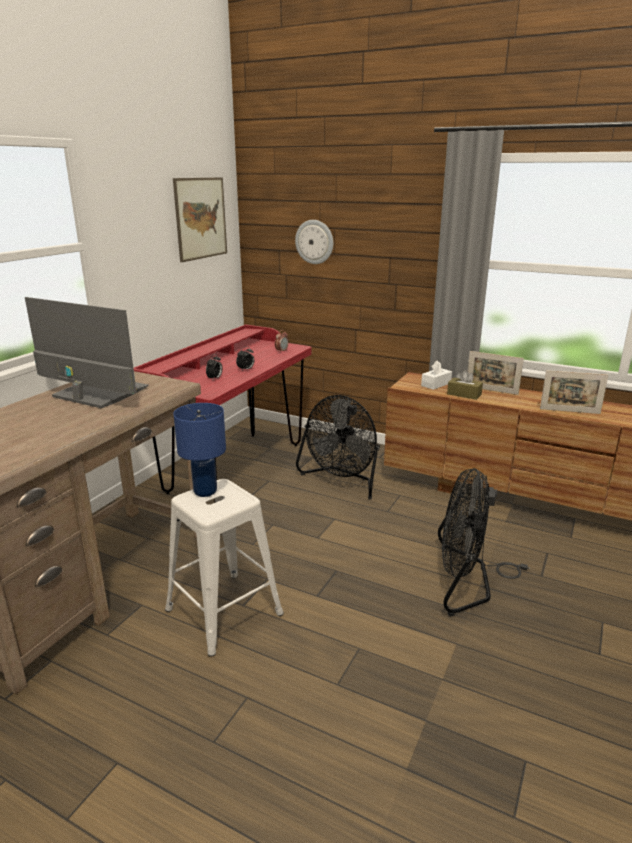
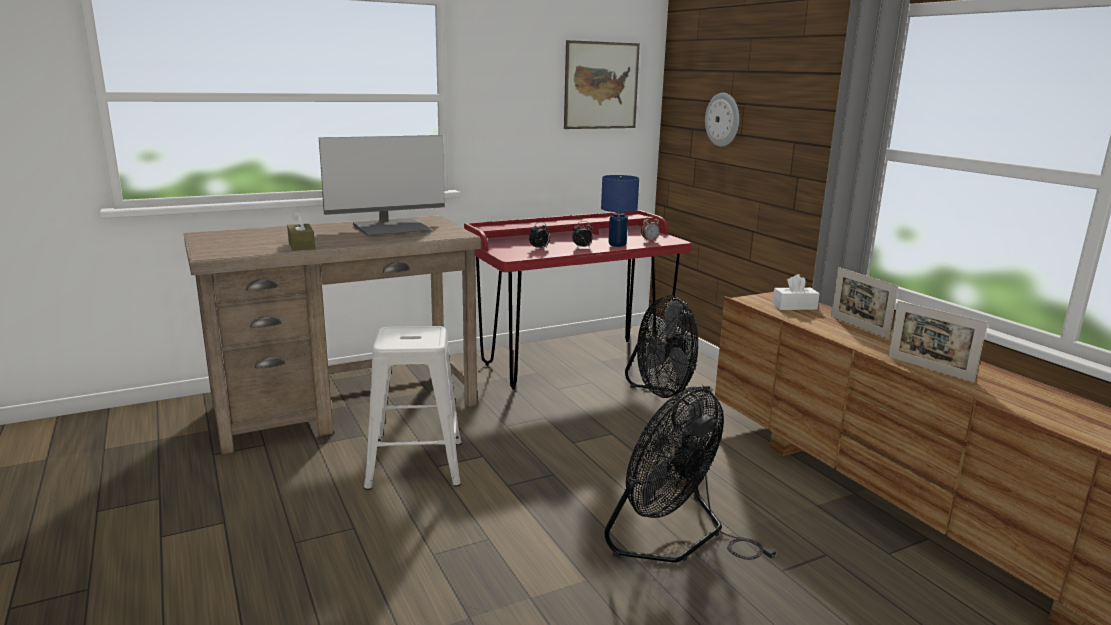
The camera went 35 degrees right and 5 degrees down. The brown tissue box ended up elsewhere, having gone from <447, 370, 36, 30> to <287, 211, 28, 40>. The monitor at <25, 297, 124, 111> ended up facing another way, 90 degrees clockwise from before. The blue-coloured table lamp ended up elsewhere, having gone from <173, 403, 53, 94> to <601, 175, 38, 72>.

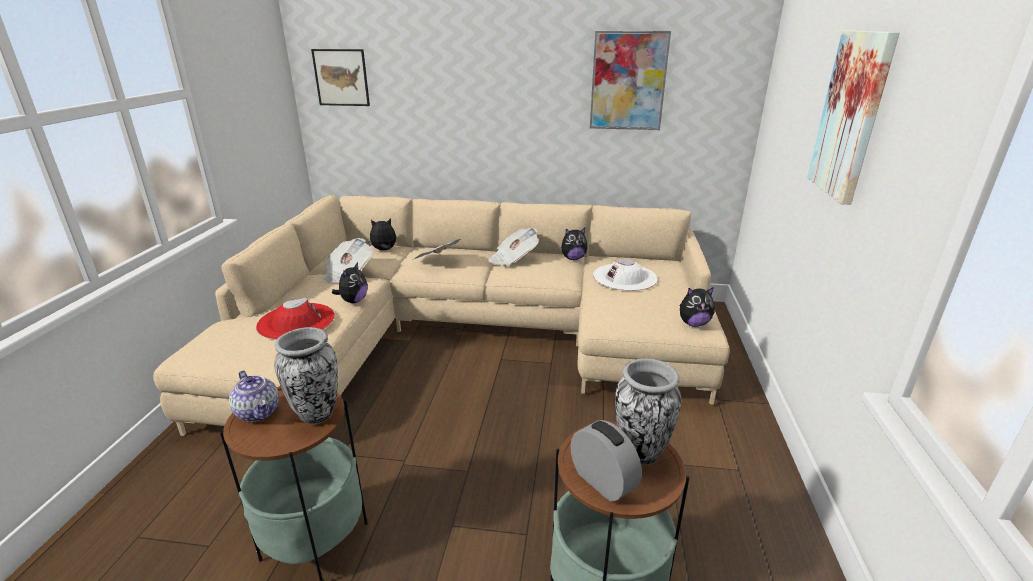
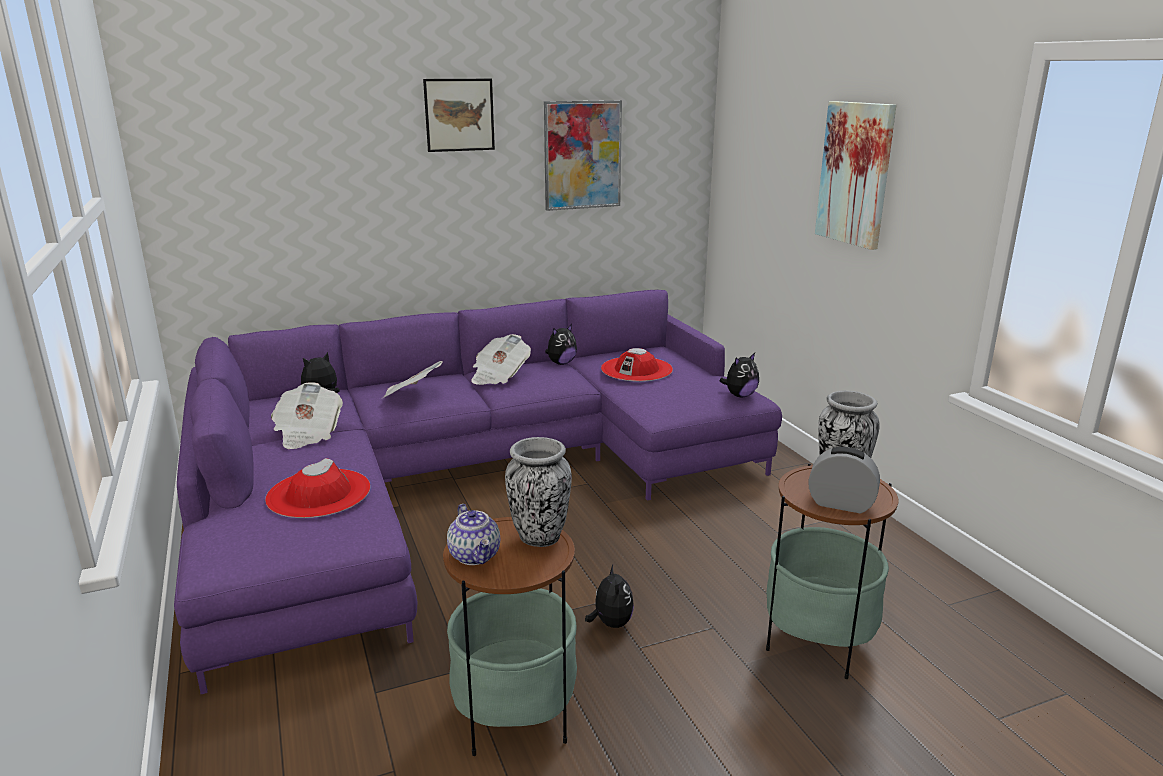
The camera went 30 degrees left and 5 degrees down. What was the beige-coloured sofa at <153, 195, 577, 241> turned into the purple-coloured sofa at <174, 290, 608, 404>. The wall art ended up elsewhere, having gone from <311, 49, 59, 57> to <423, 79, 72, 73>. The teapot at <229, 370, 50, 52> ended up facing another way, 45 degrees clockwise from before. The soft toy ended up elsewhere, having gone from <332, 262, 36, 41> to <585, 565, 49, 63>. What was the white hat at <593, 258, 65, 33> turned into the red hat at <601, 348, 72, 34>.

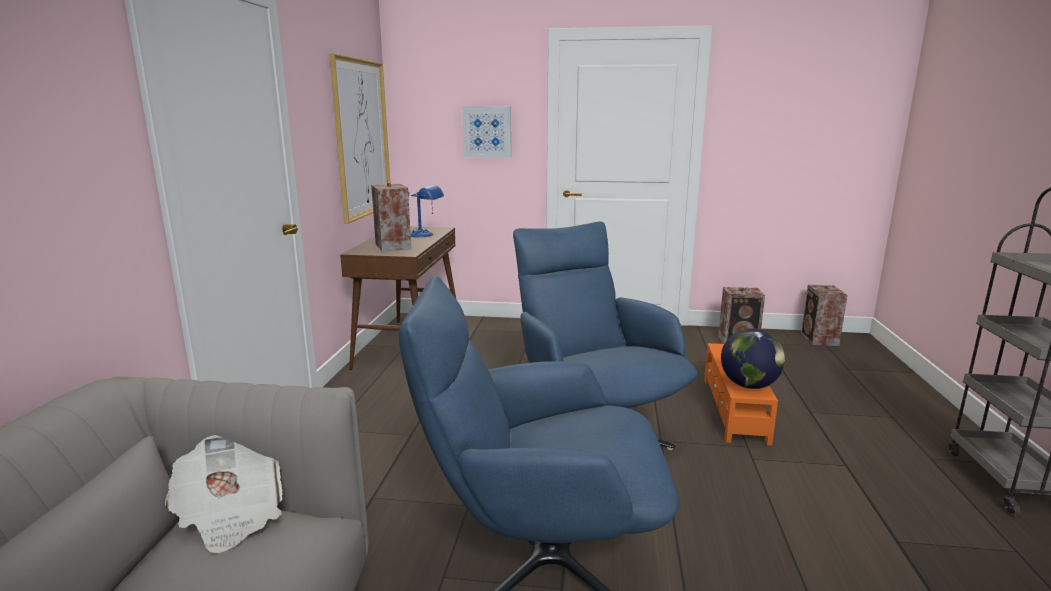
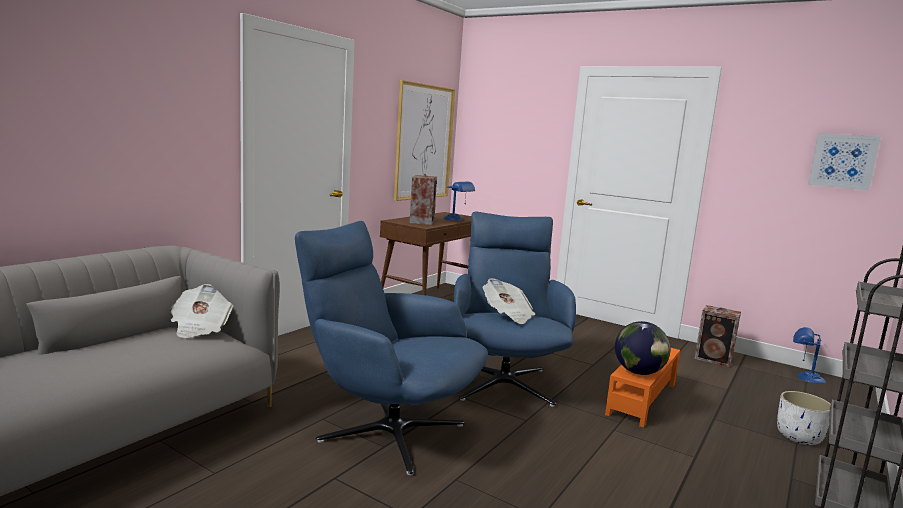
The camera went 25 degrees right and 5 degrees down. The second view gained the daily paper at <483, 278, 52, 46>. The second view gained the white flower pot at <777, 391, 54, 54>. Where the audio speaker stood at <801, 285, 47, 61>, the blue-coloured table lamp came to stand at <793, 327, 33, 57>. The wall art ended up elsewhere, having gone from <462, 107, 49, 50> to <808, 133, 73, 57>.

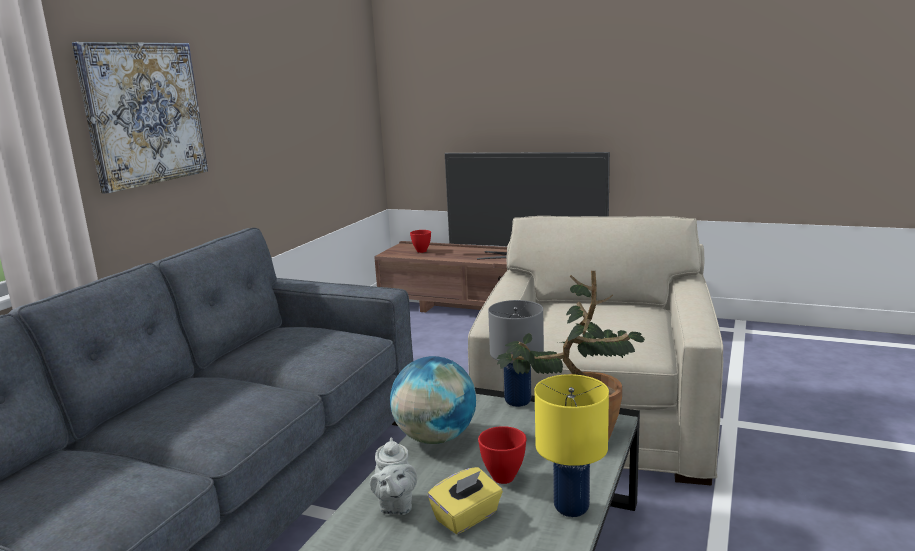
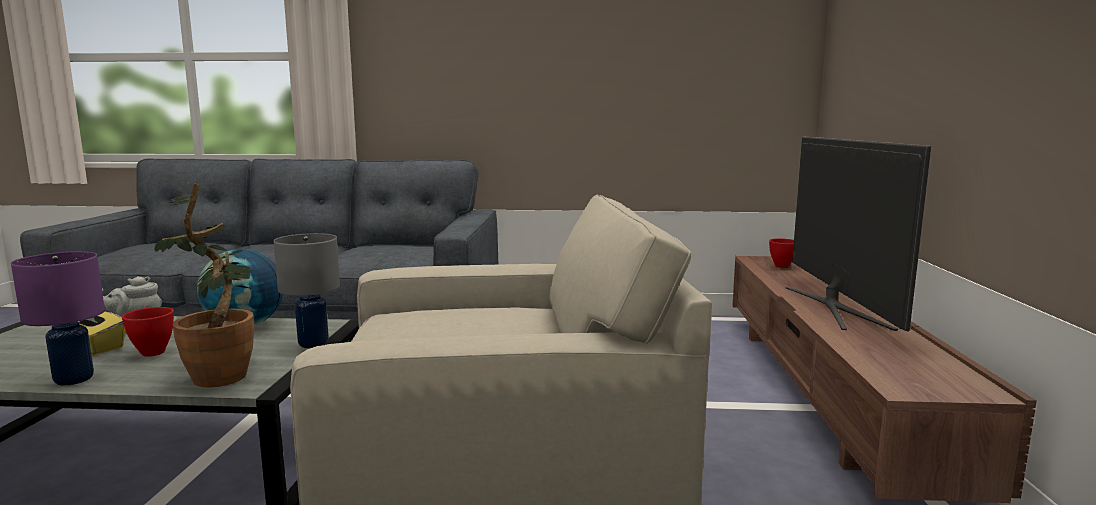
The camera went 70 degrees right and 5 degrees down. What was the yellow table lamp at <535, 374, 74, 143> turned into the purple-coloured table lamp at <11, 251, 94, 135>. The second view lost the wall art at <72, 42, 136, 151>.

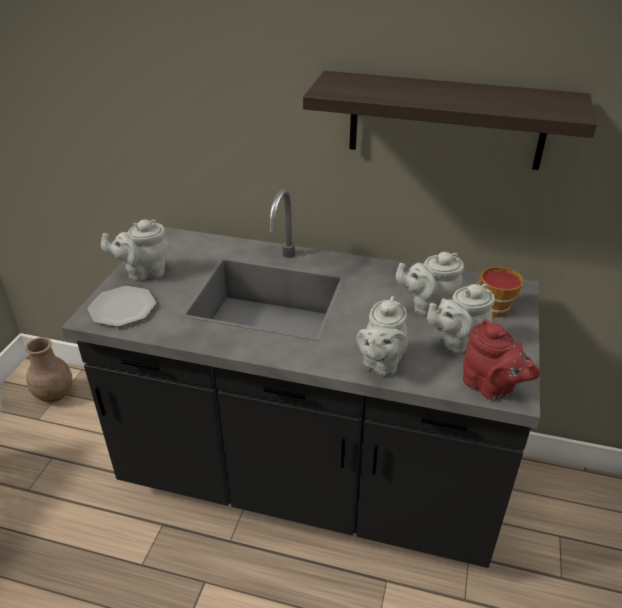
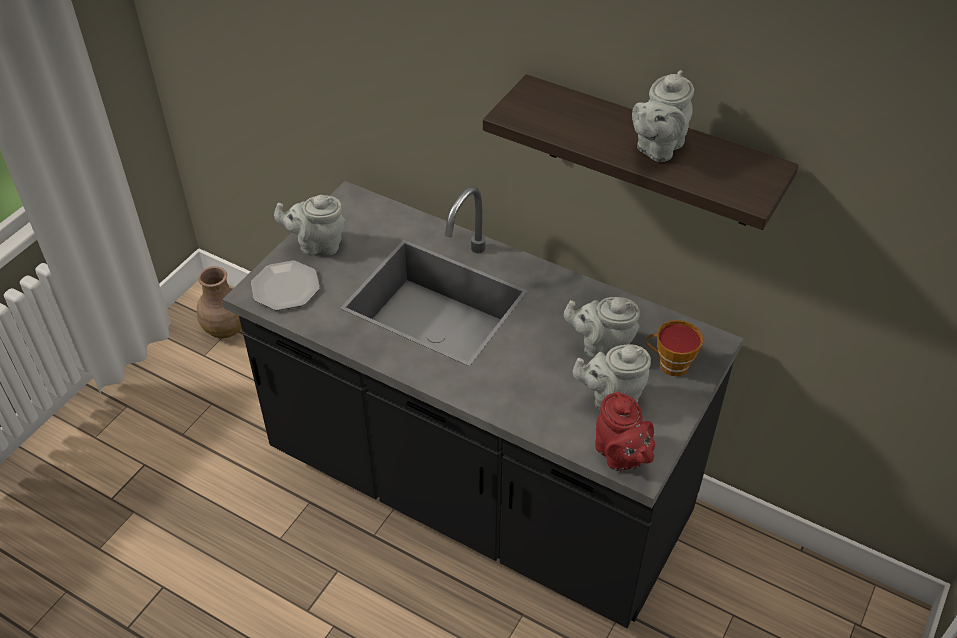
The camera went 15 degrees right and 10 degrees up. The greyish teapot ended up elsewhere, having gone from <357, 296, 51, 81> to <632, 70, 62, 92>.

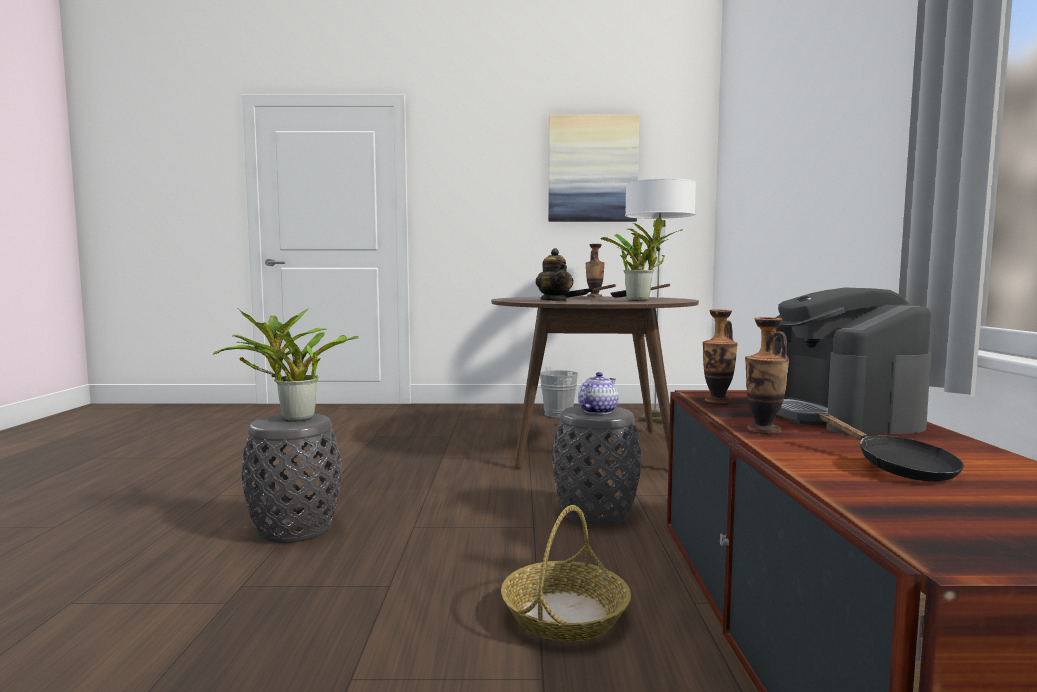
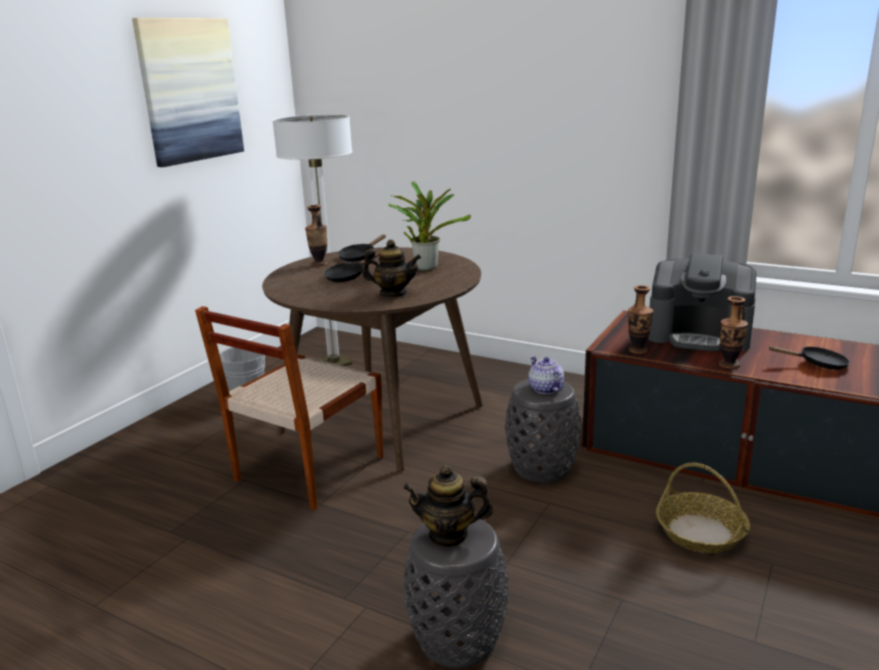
The camera went 60 degrees left and 15 degrees up. The second view gained the upright chair at <195, 306, 188, 204>. Where the plant in a pot stood at <213, 308, 146, 114>, the teapot came to stand at <403, 465, 90, 82>.

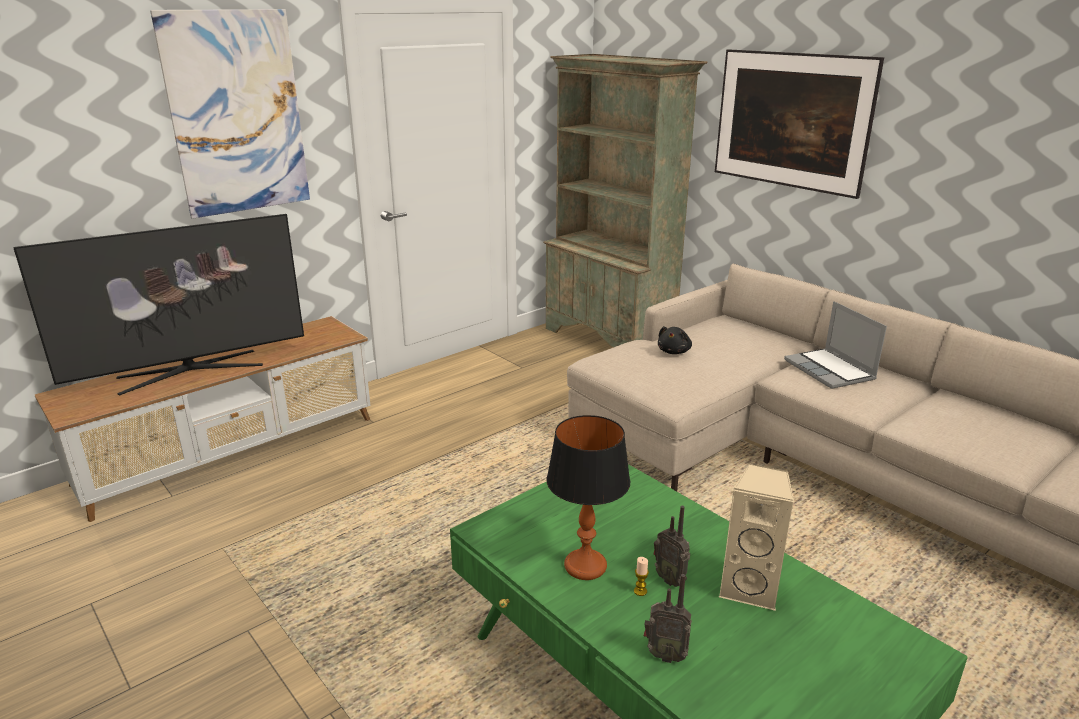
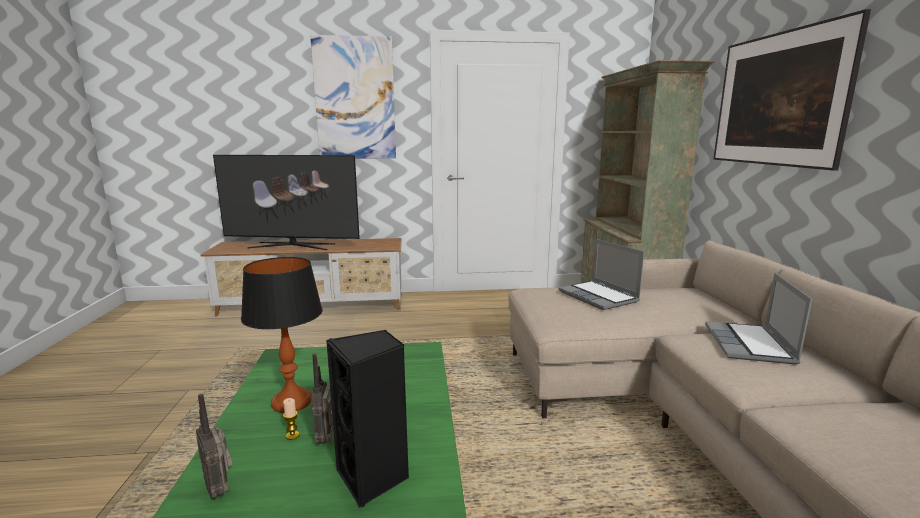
The camera went 35 degrees right and 10 degrees down. What was the beige-coloured audio speaker at <719, 464, 75, 148> turned into the black audio speaker at <326, 330, 83, 178>. Where the black soft toy stood at <658, 326, 34, 28>, the portable computer came to stand at <559, 239, 85, 71>.

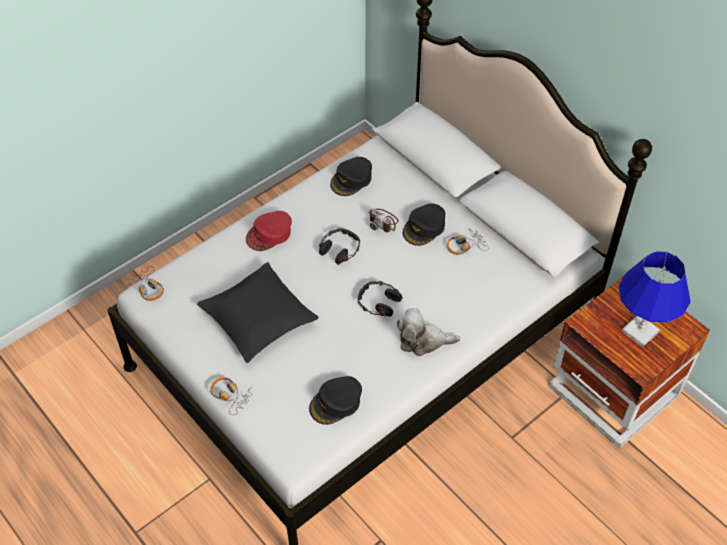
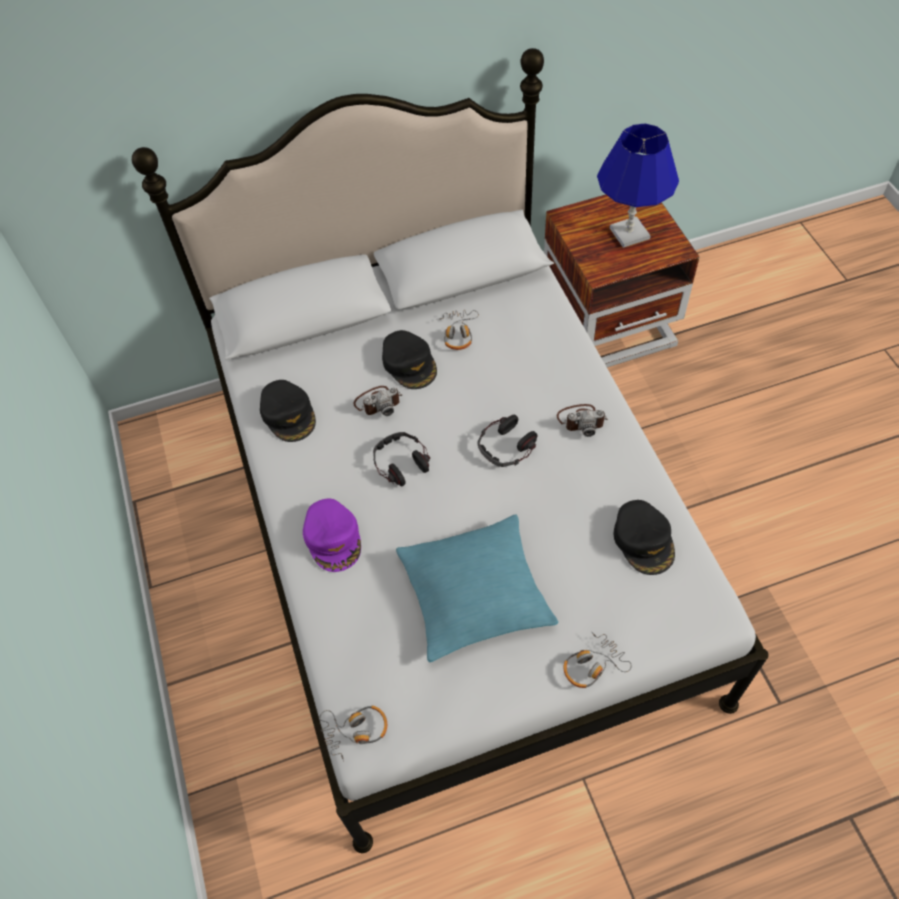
The camera went 65 degrees left and 5 degrees up. What was the red cap at <246, 211, 46, 40> turned into the purple-coloured cap at <303, 499, 58, 73>. What was the black pillow at <197, 262, 121, 101> turned into the blue-green pillow at <396, 514, 162, 148>. Where the soft toy stood at <397, 308, 64, 48>, the still camera came to stand at <557, 404, 51, 33>.

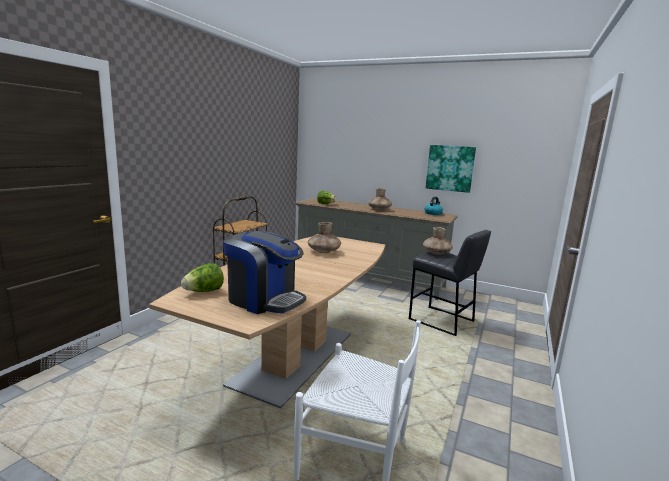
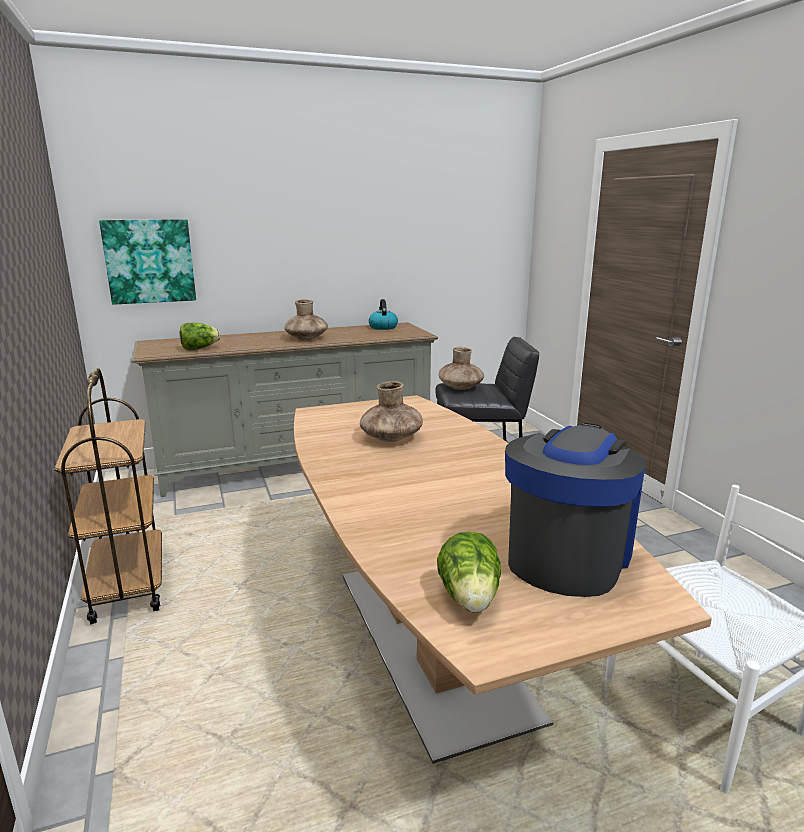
The camera went 45 degrees left and 5 degrees up. The wall art ended up elsewhere, having gone from <426, 145, 50, 48> to <99, 219, 97, 86>. The coffee maker at <223, 231, 83, 83> ended up facing another way, 45 degrees counterclockwise from before.

